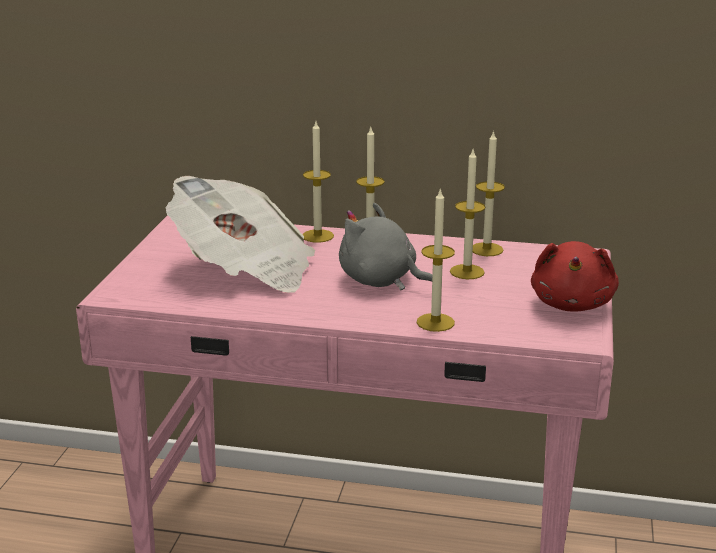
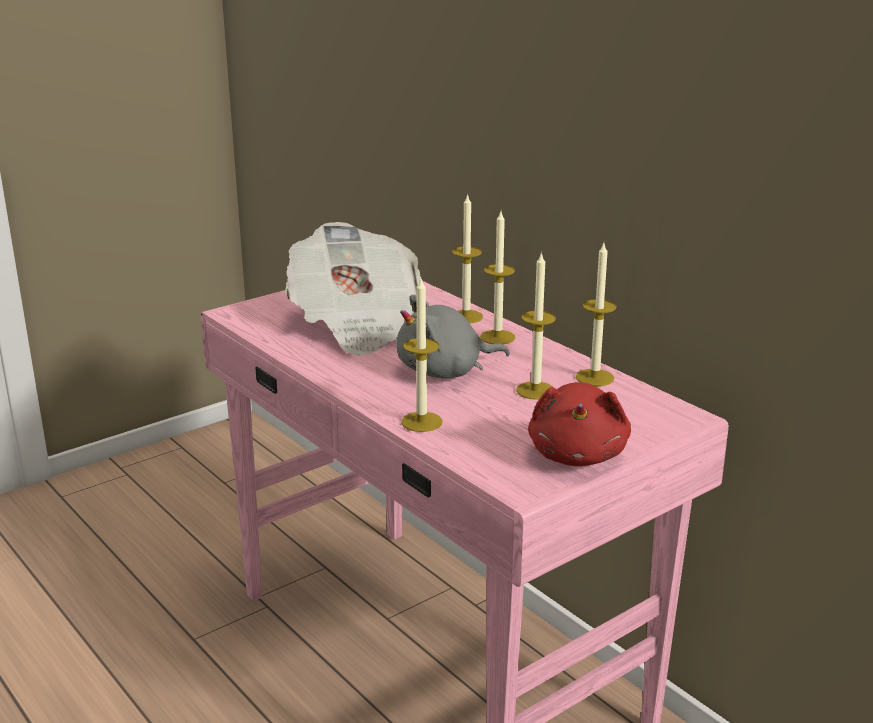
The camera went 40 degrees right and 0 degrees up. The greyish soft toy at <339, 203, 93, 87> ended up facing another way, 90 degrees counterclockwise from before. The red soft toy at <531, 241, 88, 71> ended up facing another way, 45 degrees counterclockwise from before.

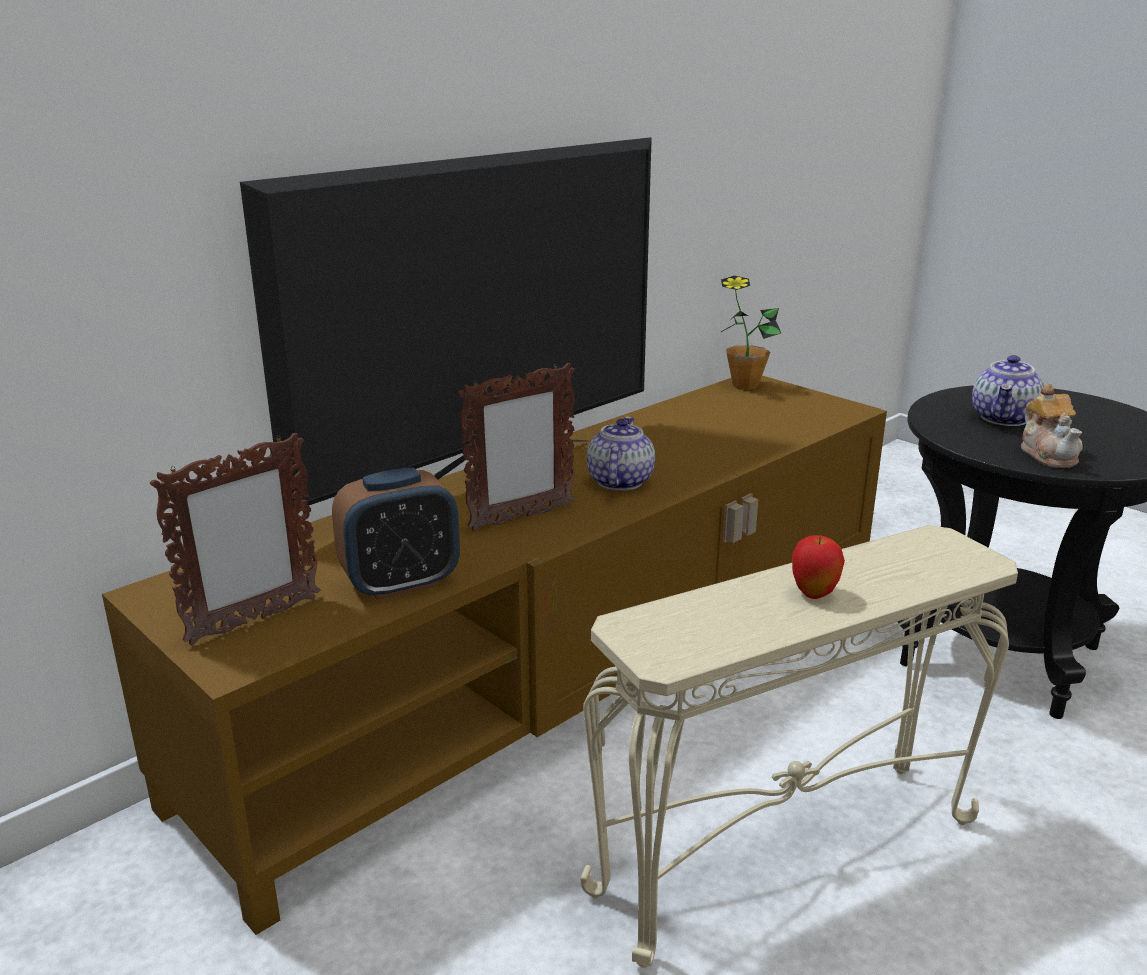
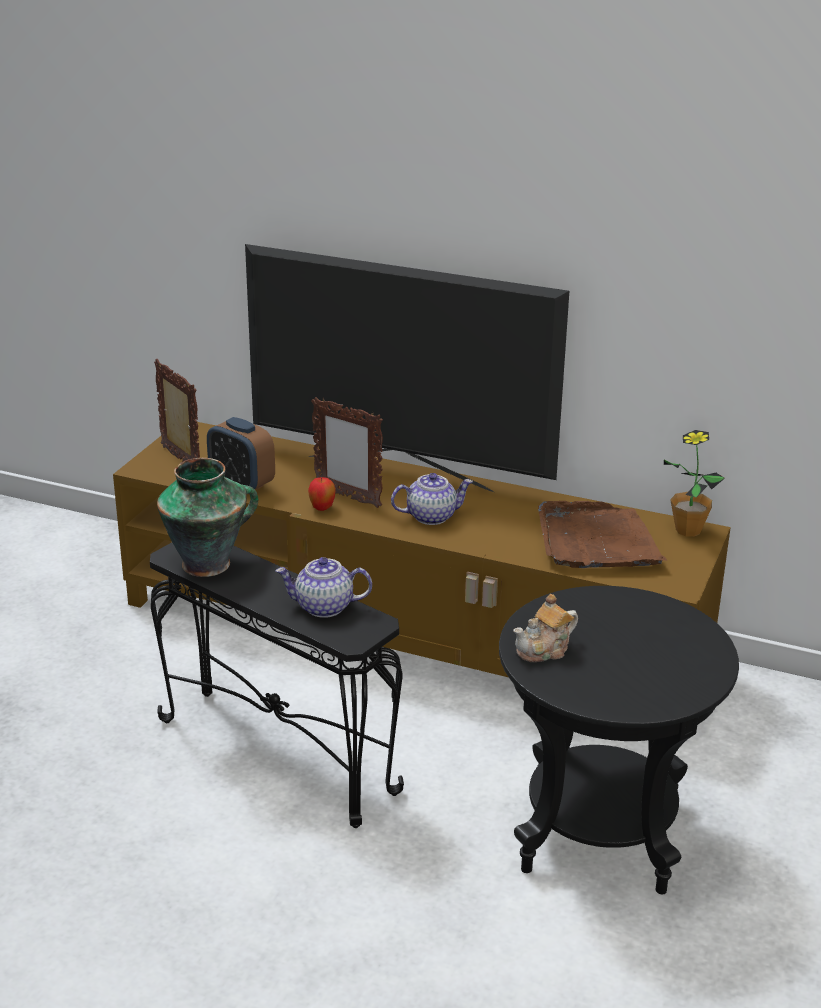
The camera went 65 degrees right and 5 degrees up. What was the beige-coloured accent table at <580, 525, 438, 443> turned into the black accent table at <150, 542, 254, 286>. The picture frame at <150, 433, 170, 213> ended up facing another way, 150 degrees counterclockwise from before. The second view gained the flower vase at <157, 458, 101, 119>. The teapot ended up elsewhere, having gone from <972, 355, 72, 71> to <275, 557, 97, 61>. The whole apple ended up elsewhere, having gone from <792, 535, 53, 64> to <308, 477, 28, 34>. The second view gained the brown serving tray at <538, 501, 129, 67>.

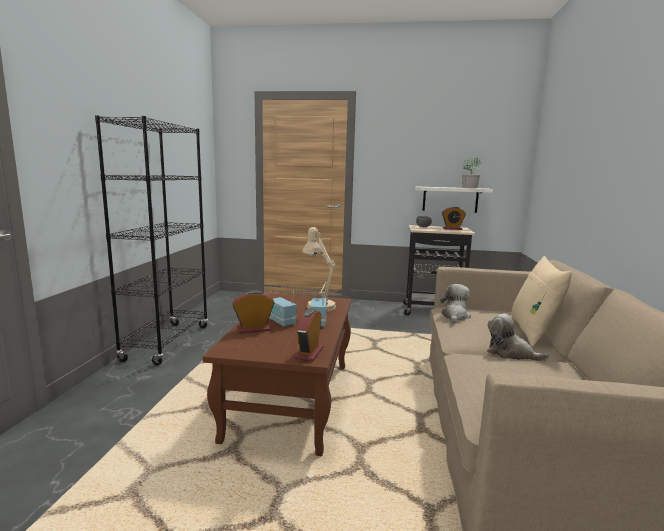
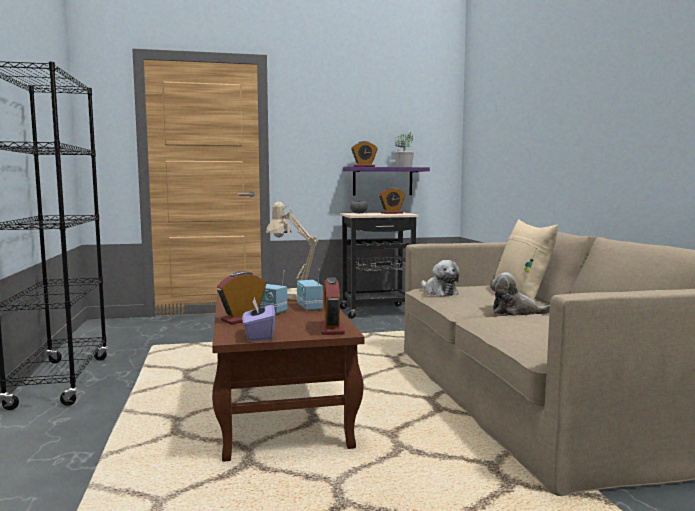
The camera went 20 degrees left and 5 degrees down. The second view gained the purple-coloured tissue box at <242, 297, 33, 44>. What was the white shelf at <415, 186, 78, 27> turned into the purple-coloured shelf at <343, 167, 87, 29>. The second view gained the table clock at <351, 141, 27, 26>. The soft toy at <440, 284, 31, 39> ended up facing another way, 150 degrees clockwise from before.

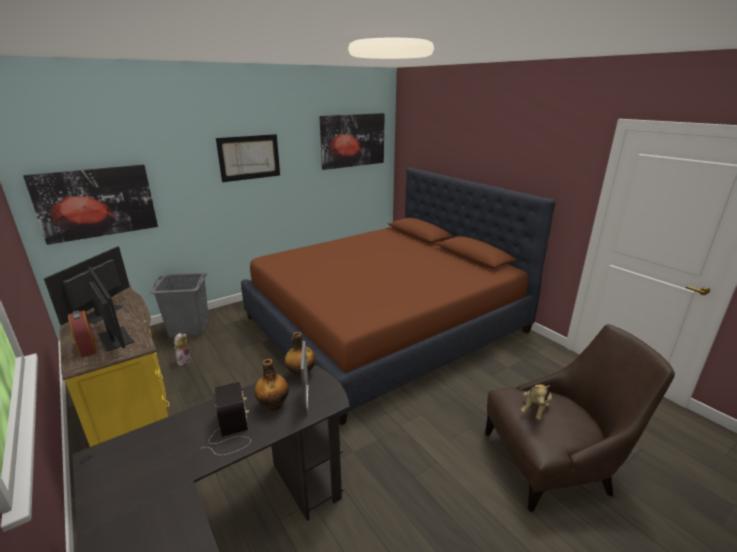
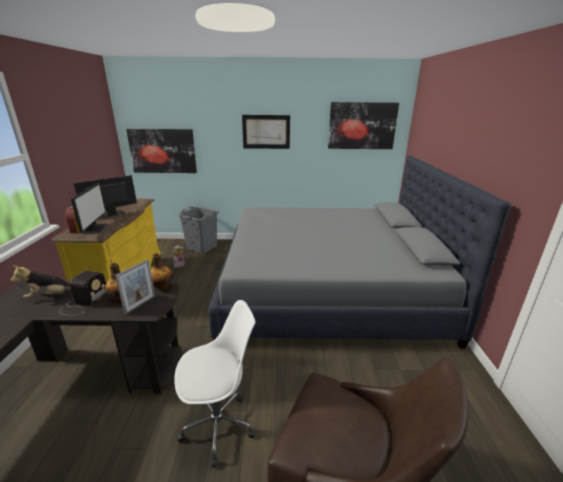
The camera went 35 degrees right and 0 degrees up. The soft toy ended up elsewhere, having gone from <521, 384, 31, 36> to <11, 266, 60, 32>. The second view gained the white office chair at <174, 300, 82, 168>. What was the brown sleeping bed at <241, 167, 315, 258> turned into the greyish sleeping bed at <208, 155, 303, 194>.

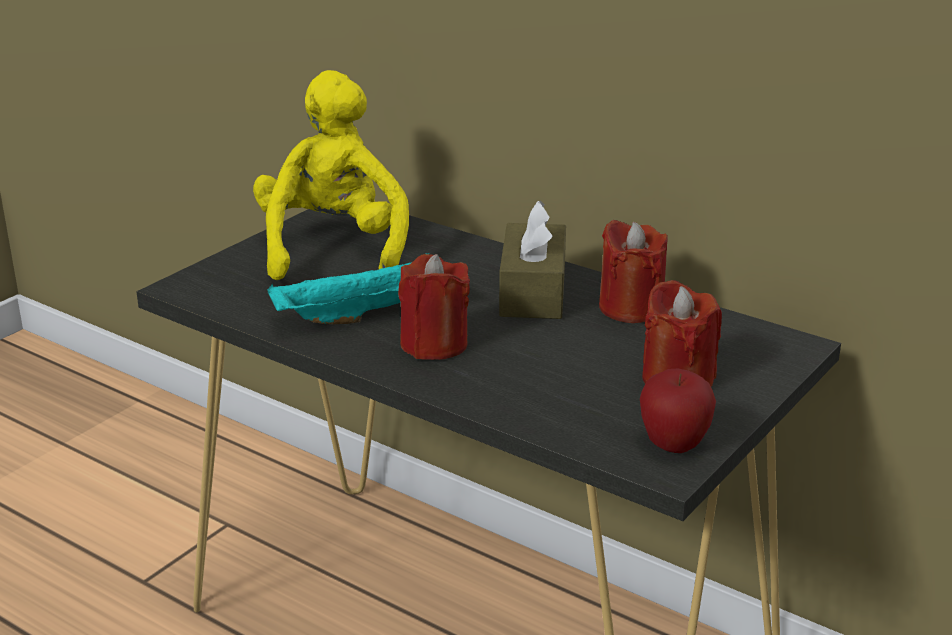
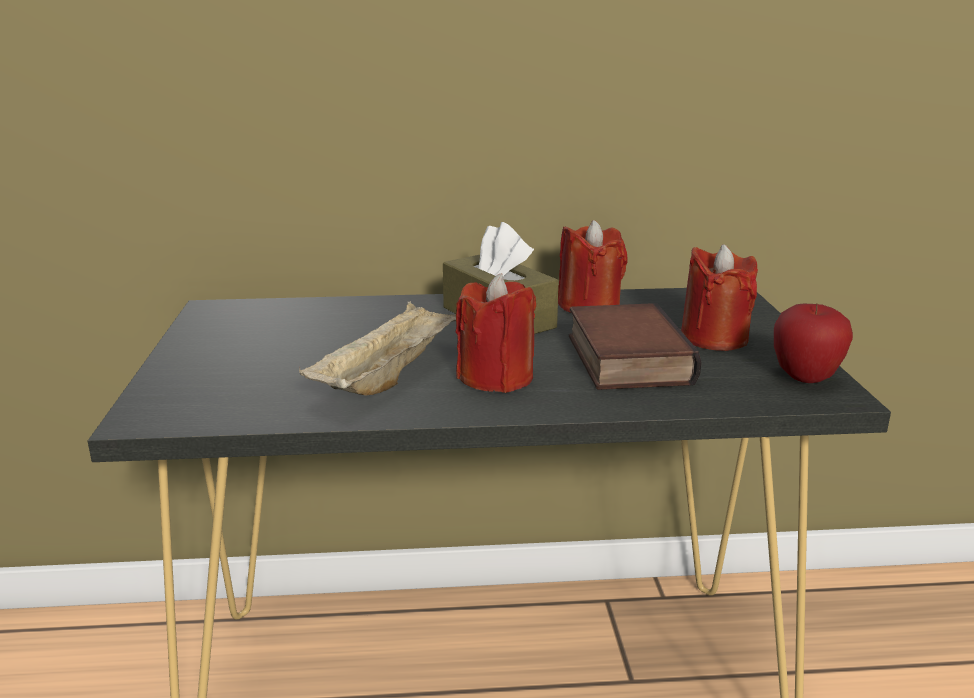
The camera went 40 degrees left and 5 degrees down. What was the blue-green serving tray at <267, 253, 159, 71> turned into the beige-coloured serving tray at <299, 301, 157, 94>. The second view gained the bound book at <569, 303, 133, 87>. The second view lost the yellow soft toy at <253, 70, 156, 210>.

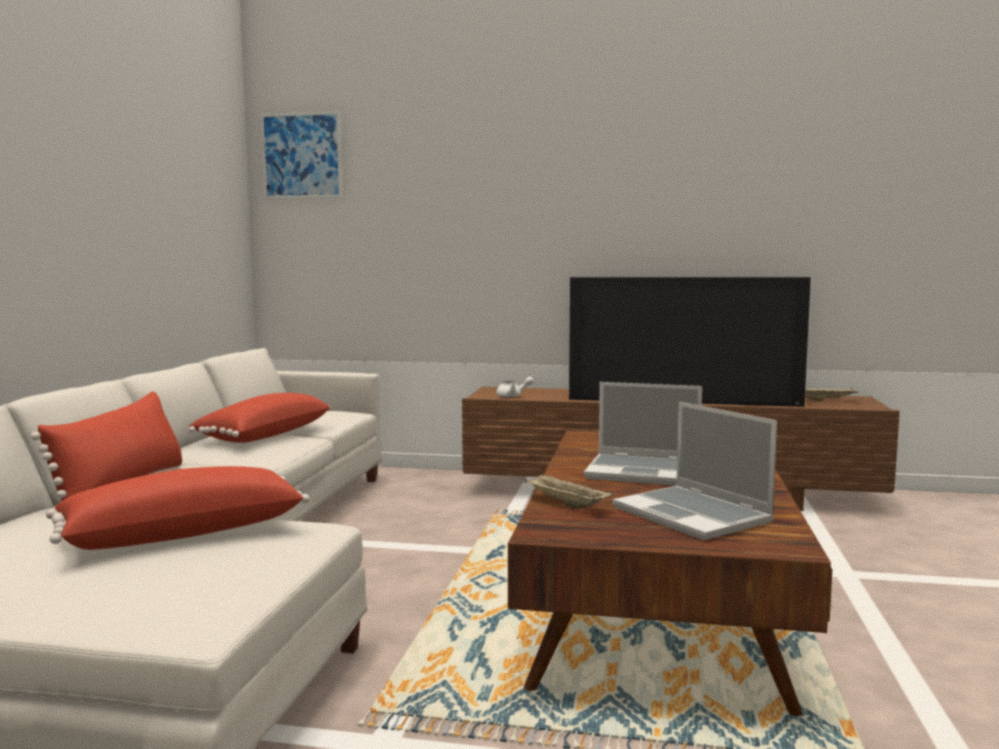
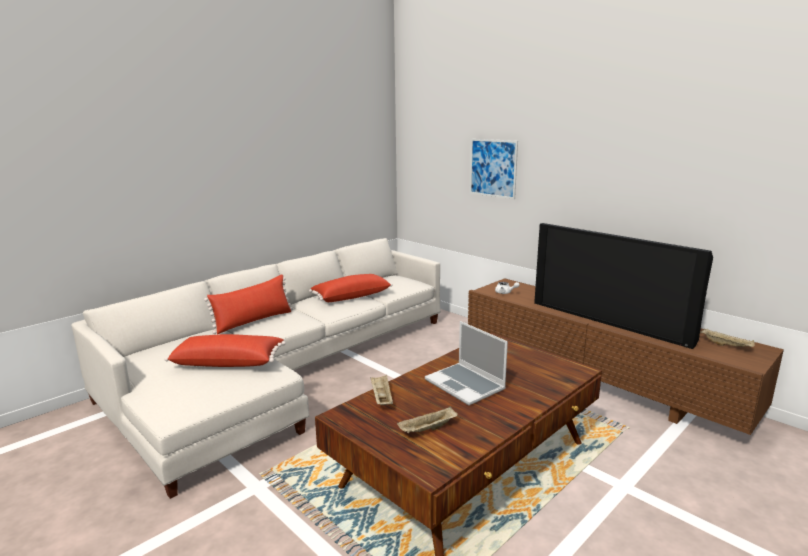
The camera went 35 degrees right and 10 degrees up. Where the portable computer stood at <613, 402, 164, 138>, the beige-coloured serving tray came to stand at <397, 406, 61, 27>. The wall art ended up elsewhere, having gone from <261, 111, 81, 88> to <470, 139, 48, 60>.

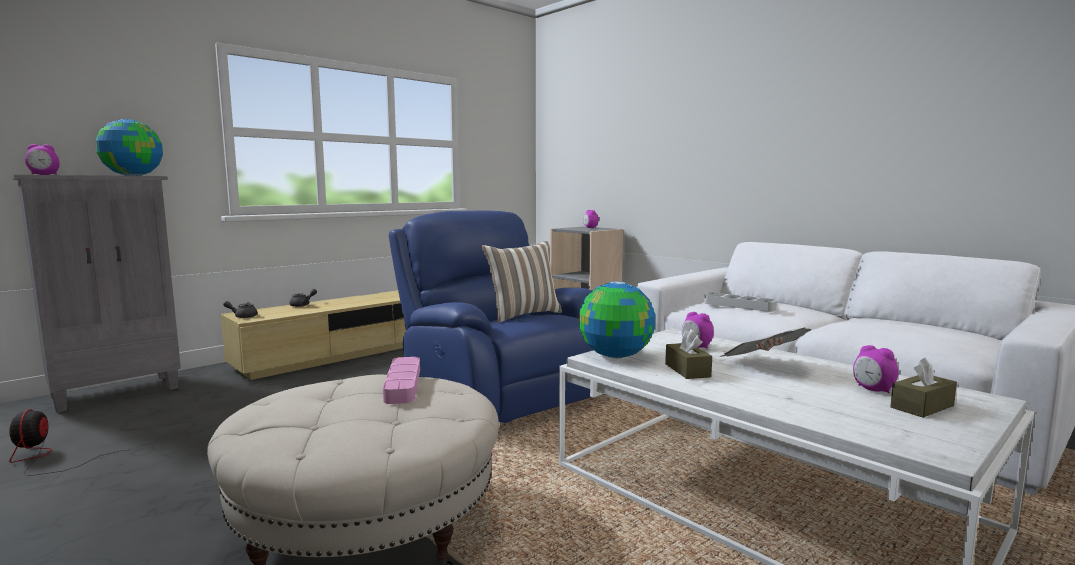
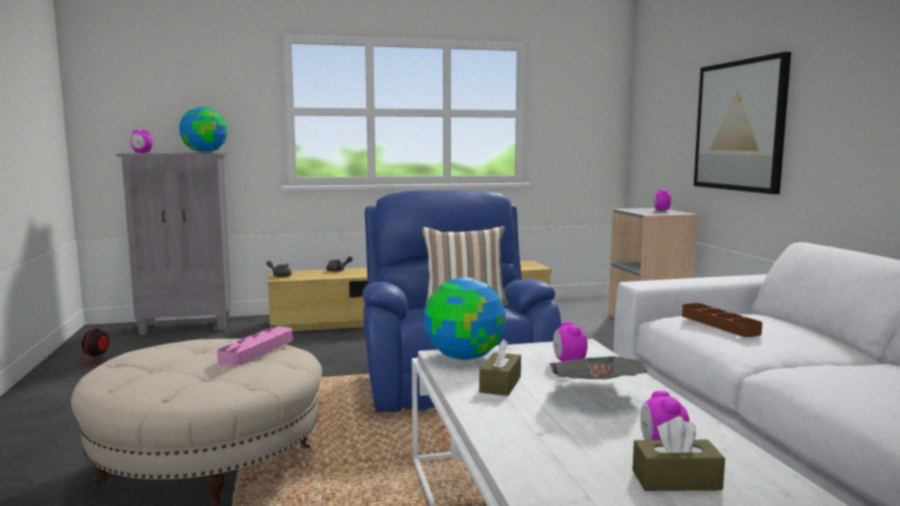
The camera went 30 degrees right and 0 degrees up. What was the greyish serving tray at <704, 293, 73, 19> turned into the brown serving tray at <682, 303, 80, 34>. The second view gained the wall art at <694, 52, 97, 142>.

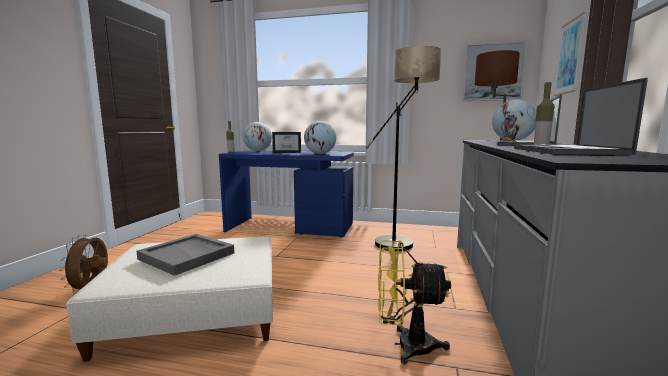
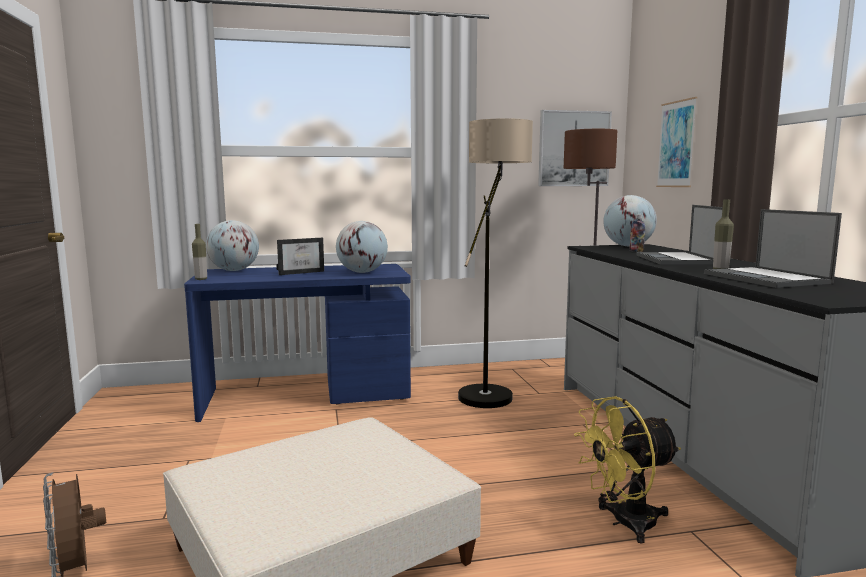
The camera went 25 degrees left and 0 degrees up. The second view lost the greyish serving tray at <137, 234, 97, 42>.

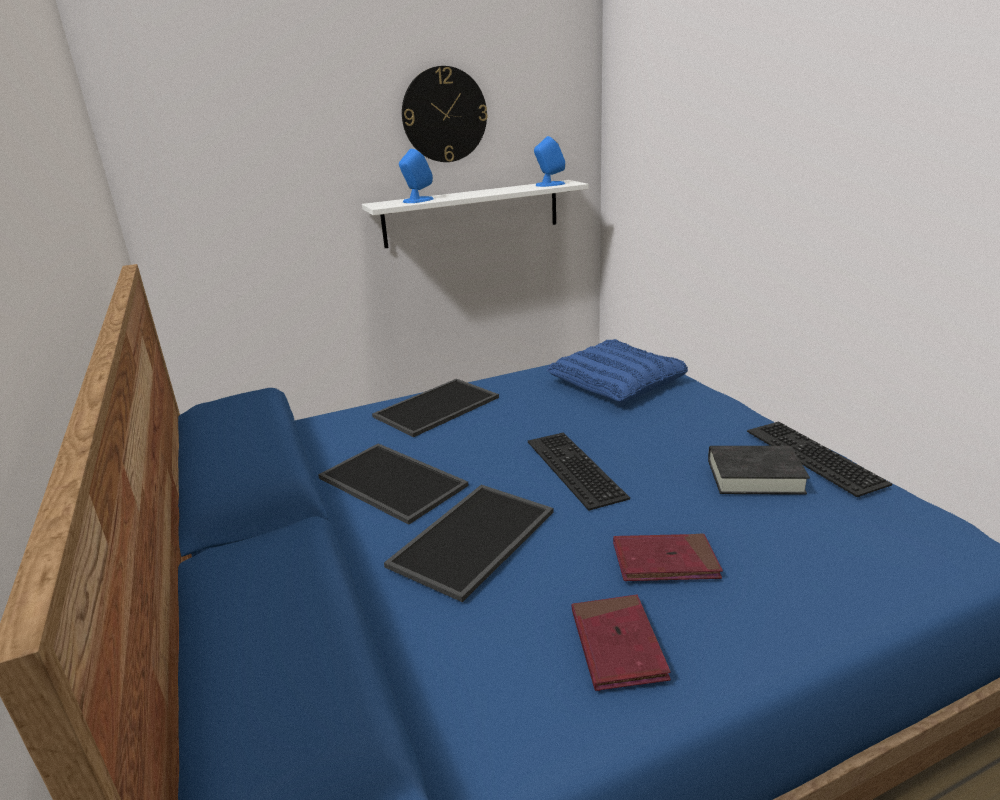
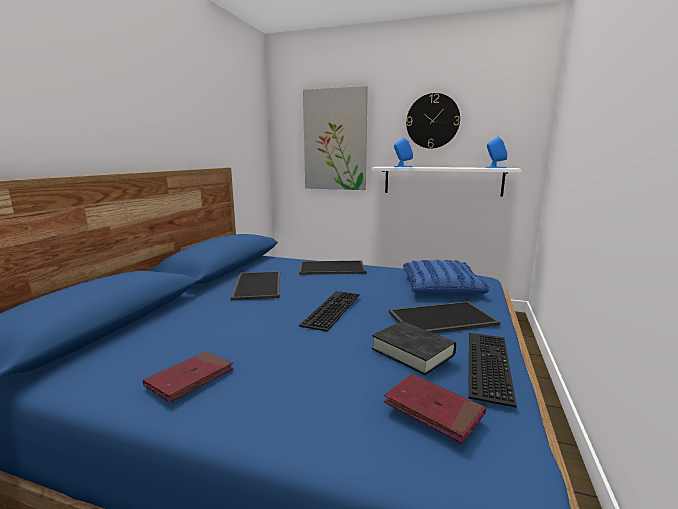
The camera went 40 degrees right and 10 degrees down. The second view gained the wall art at <303, 86, 65, 104>. The red bound book ended up elsewhere, having gone from <613, 533, 110, 48> to <384, 374, 102, 70>. The serving tray ended up elsewhere, having gone from <384, 485, 170, 117> to <389, 301, 112, 33>.

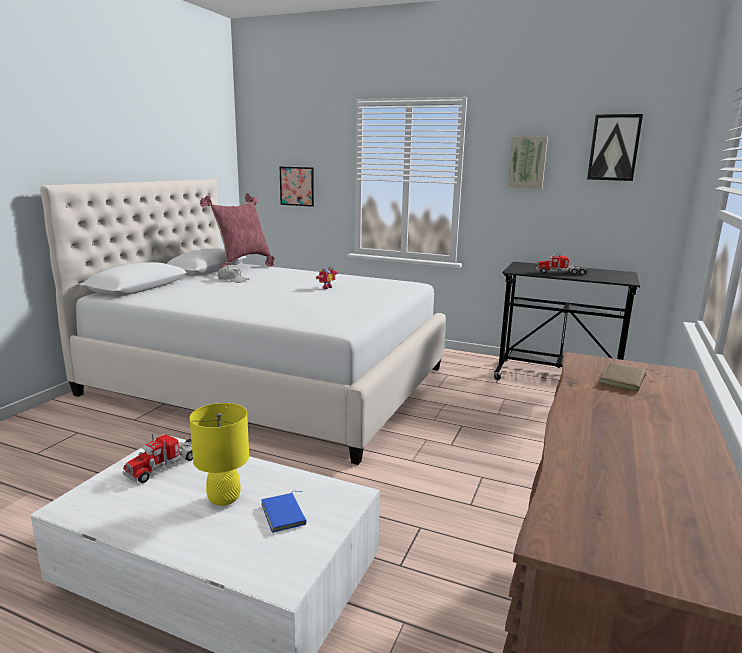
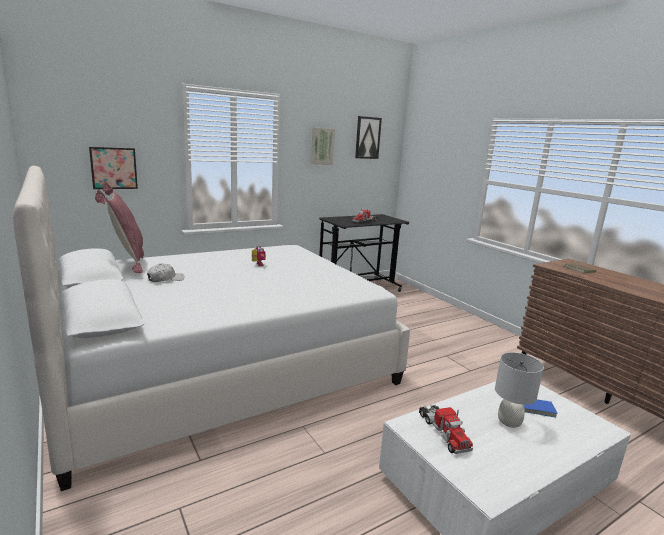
The camera went 55 degrees left and 0 degrees up. What was the yellow table lamp at <190, 403, 59, 103> turned into the greyish table lamp at <495, 352, 49, 76>.

